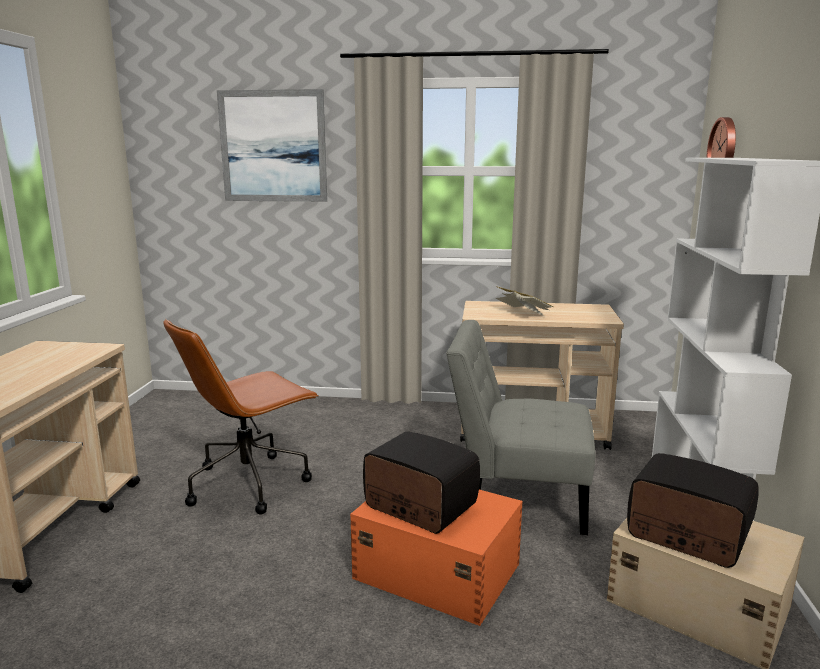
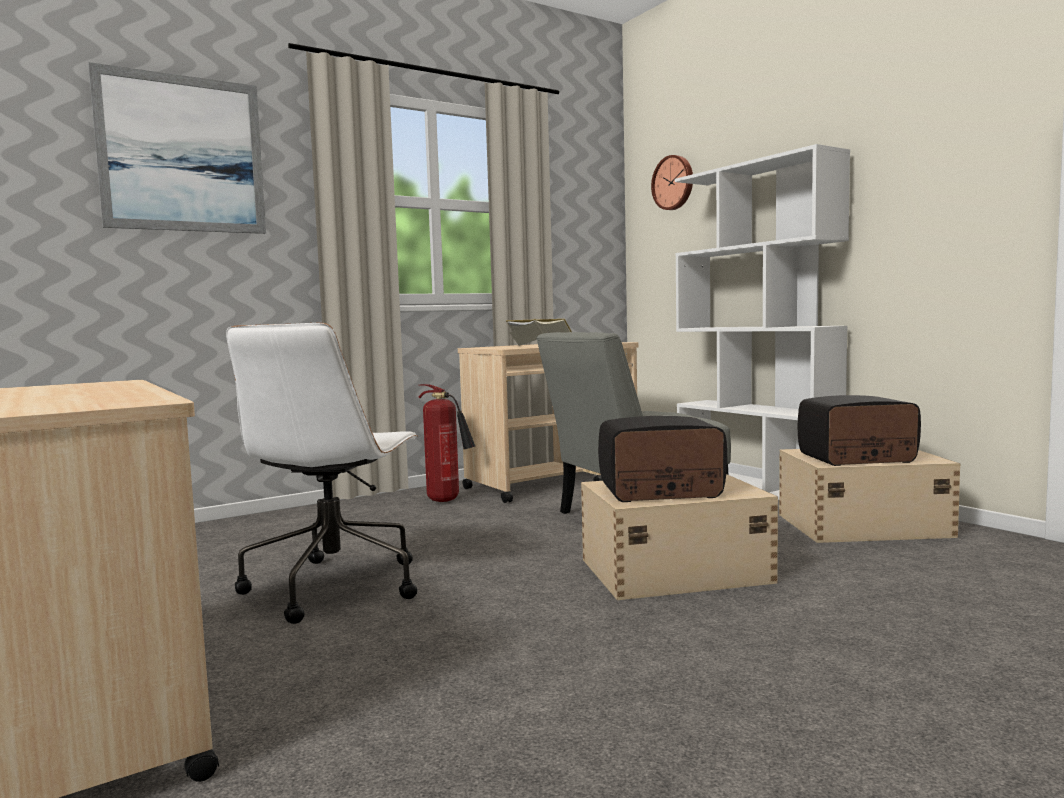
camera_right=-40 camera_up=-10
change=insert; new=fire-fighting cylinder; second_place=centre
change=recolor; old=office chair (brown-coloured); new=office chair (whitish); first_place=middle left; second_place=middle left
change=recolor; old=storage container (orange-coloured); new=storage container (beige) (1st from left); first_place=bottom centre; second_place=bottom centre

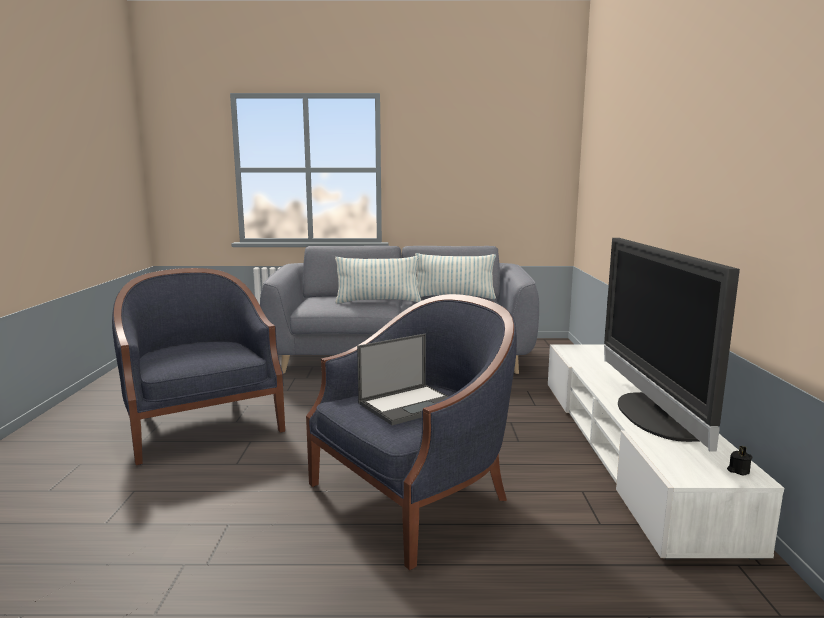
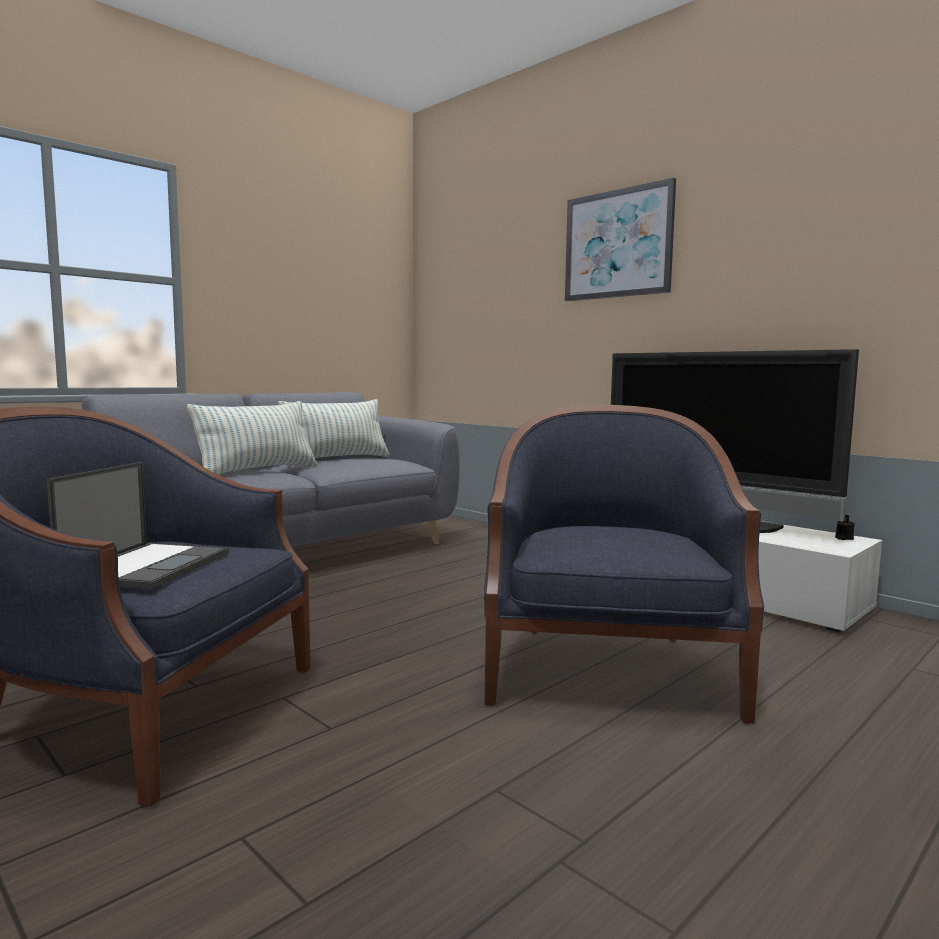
camera_right=-45 camera_up=-5
change=insert; new=wall picture; second_place=top centre
change=move; old=laptop; first_place=centre; second_place=middle left

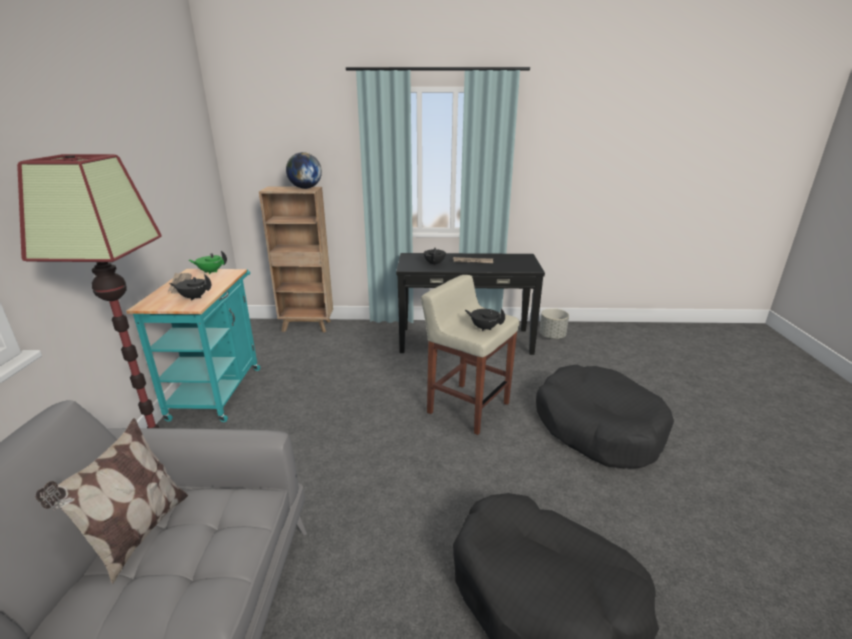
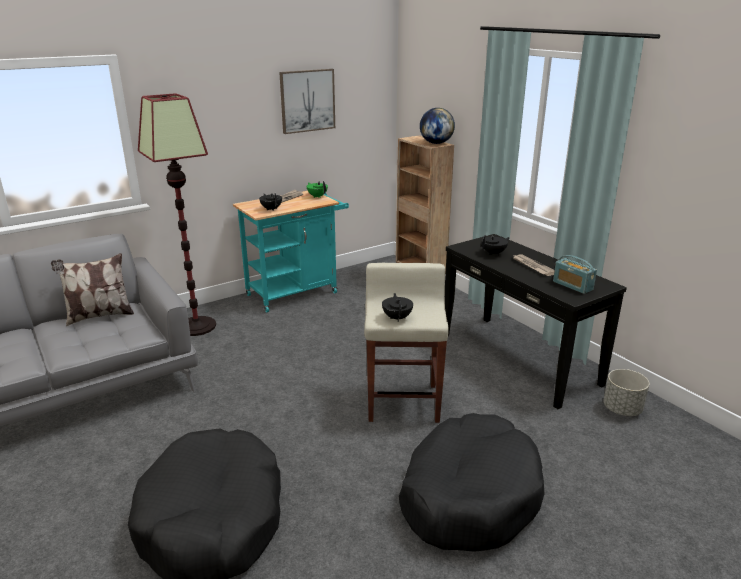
camera_right=55 camera_up=0
change=insert; new=wall picture; second_place=top centre
change=insert; new=radio receiver; second_place=middle right

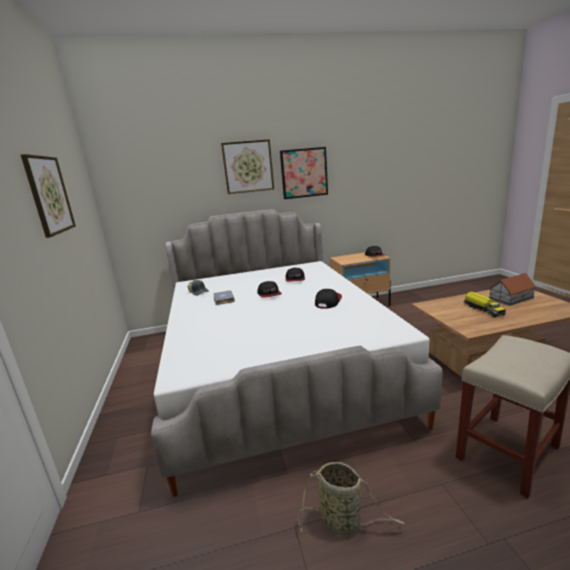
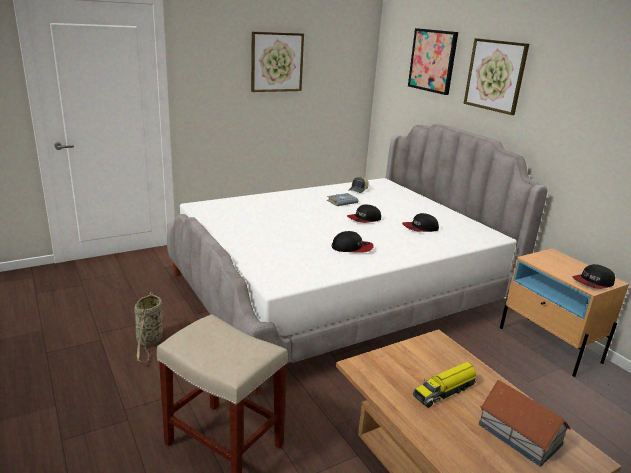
camera_right=70 camera_up=5
change=move; old=wall picture (3rd from left in the first image); new=wall picture (2nd from left); first_place=top centre; second_place=top right

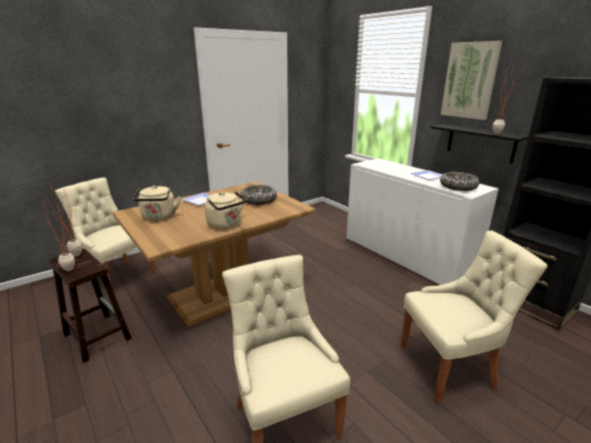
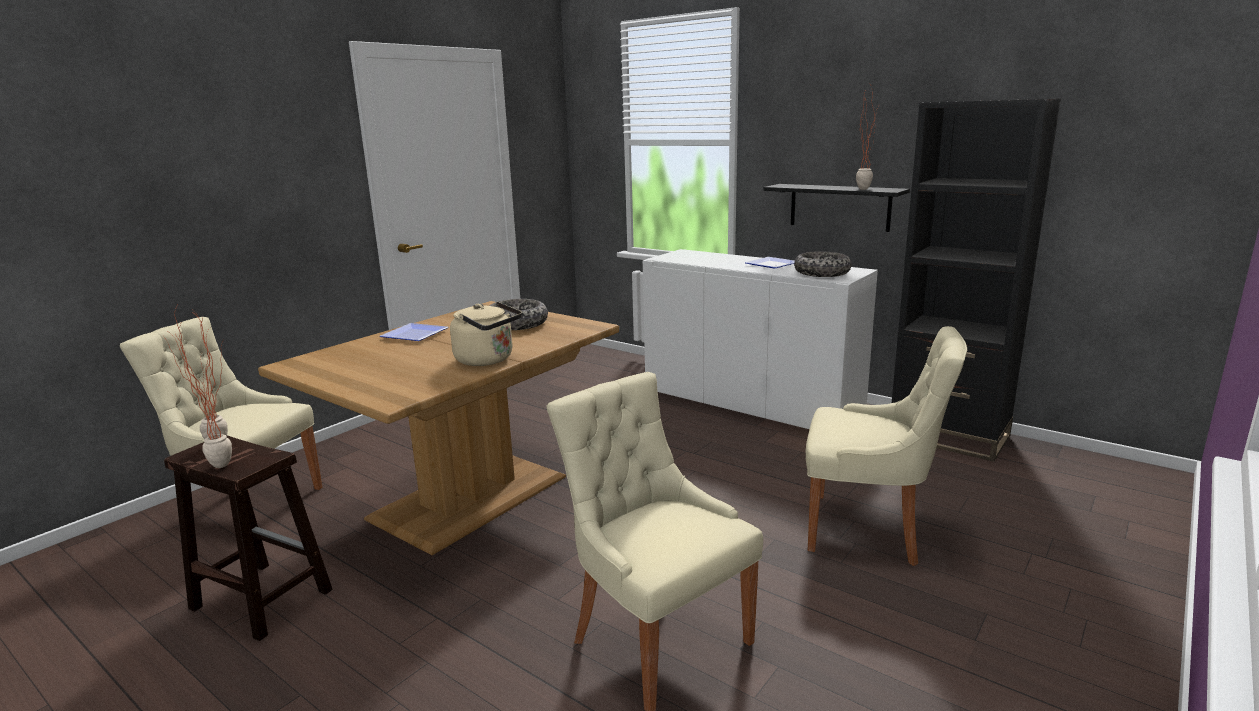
camera_right=-15 camera_up=-5
change=delete; old=water kettle (beige) (1st from left); first_place=middle left
change=delete; old=wall picture; first_place=top right
change=rotate; old=upright chair (beige) (3rd from left); first_place=bottom right; second_place=middle right; degrees=45

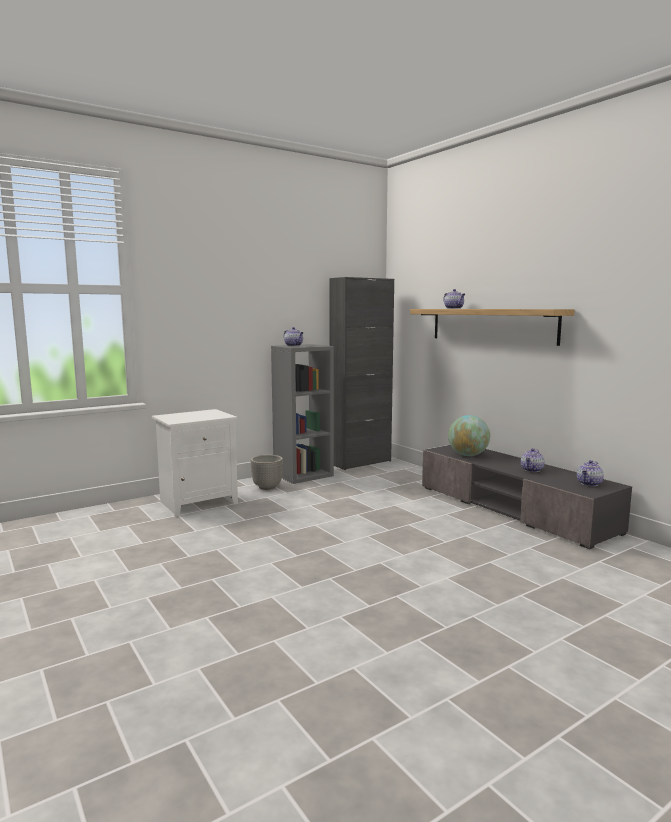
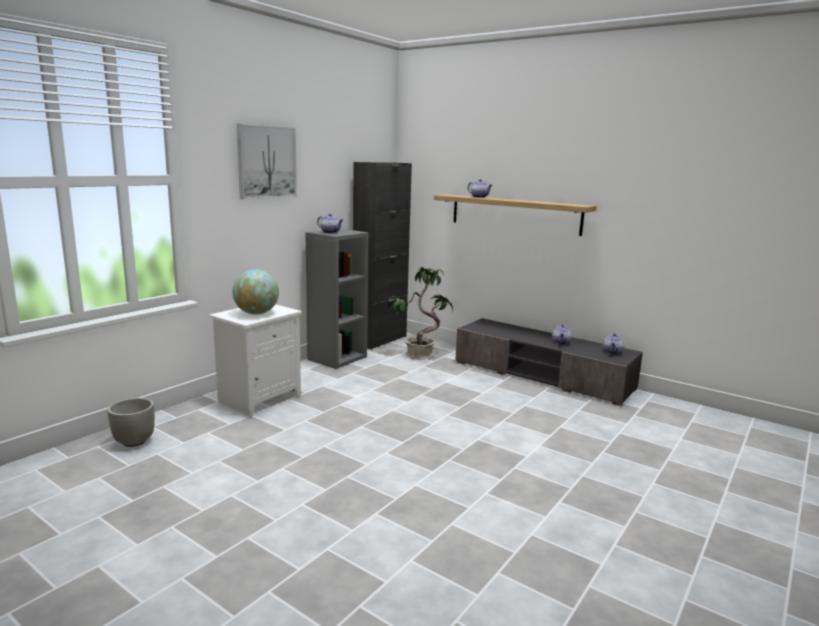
camera_right=-20 camera_up=5
change=insert; new=wall picture; second_place=top left
change=insert; new=houseplant; second_place=centre
change=move; old=planter; first_place=centre; second_place=bottom left
change=move; old=desk globe; first_place=middle right; second_place=middle left

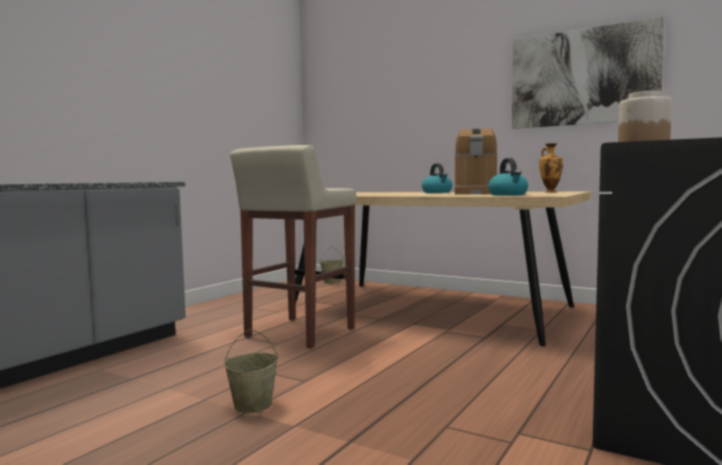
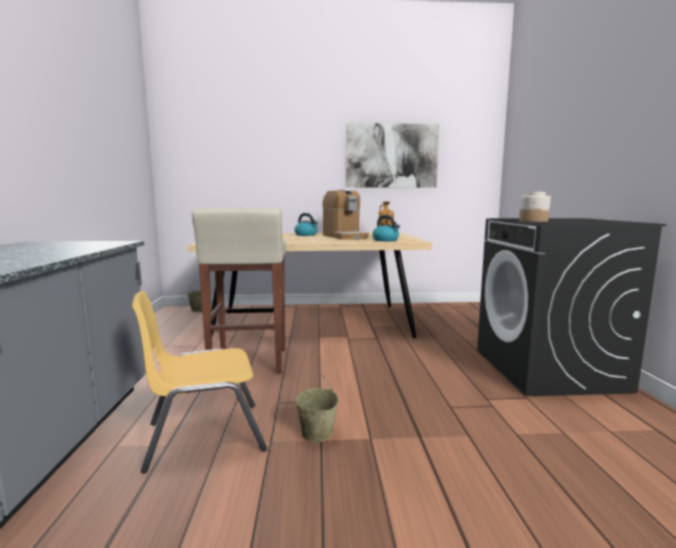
camera_right=-35 camera_up=5
change=insert; new=upright chair (yellowish); second_place=bottom left

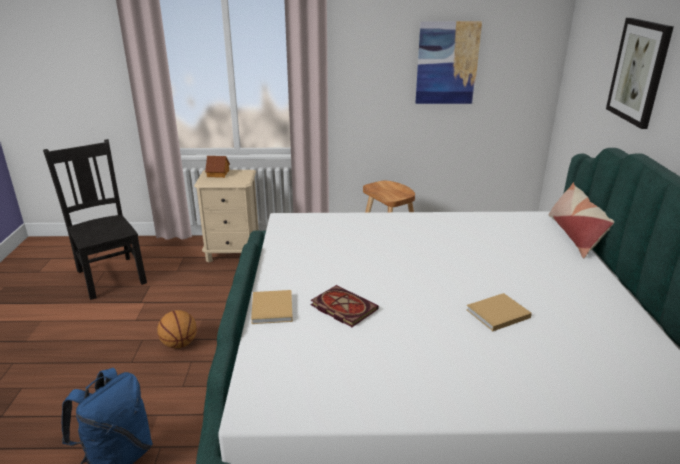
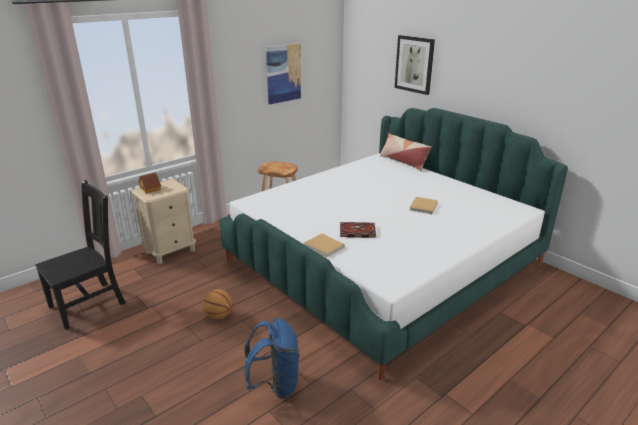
camera_right=-40 camera_up=0
change=rotate; old=upright chair (black-coloured); first_place=middle left; second_place=middle left; degrees=120

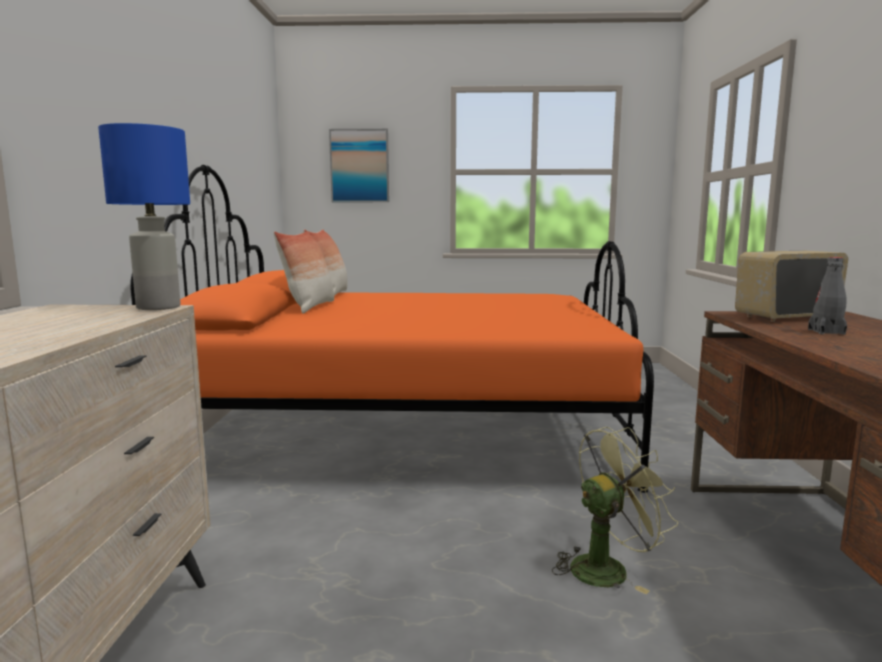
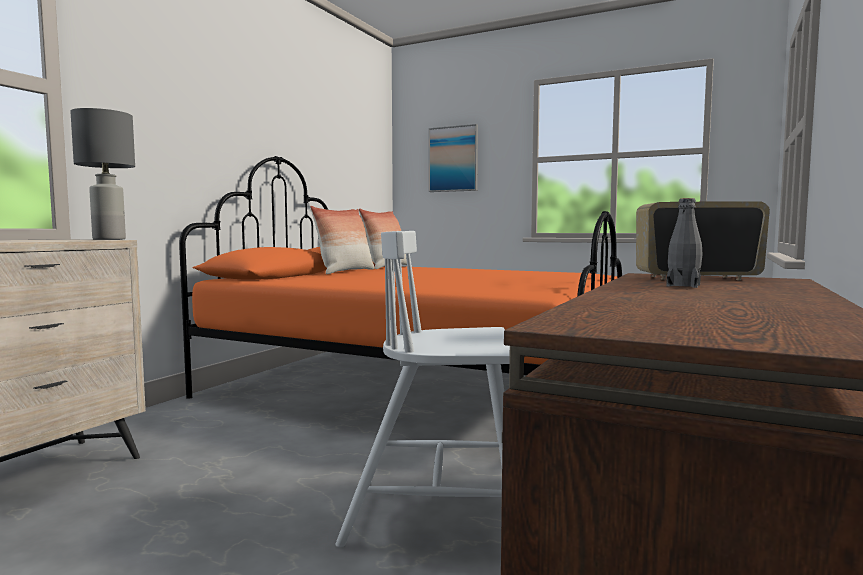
camera_right=25 camera_up=-5
change=replace; old=fan (green); new=upright chair (whitish); first_place=bottom right; second_place=bottom centre
change=recolor; old=tabletop lamp (blue); new=tabletop lamp (grey); first_place=top left; second_place=top left

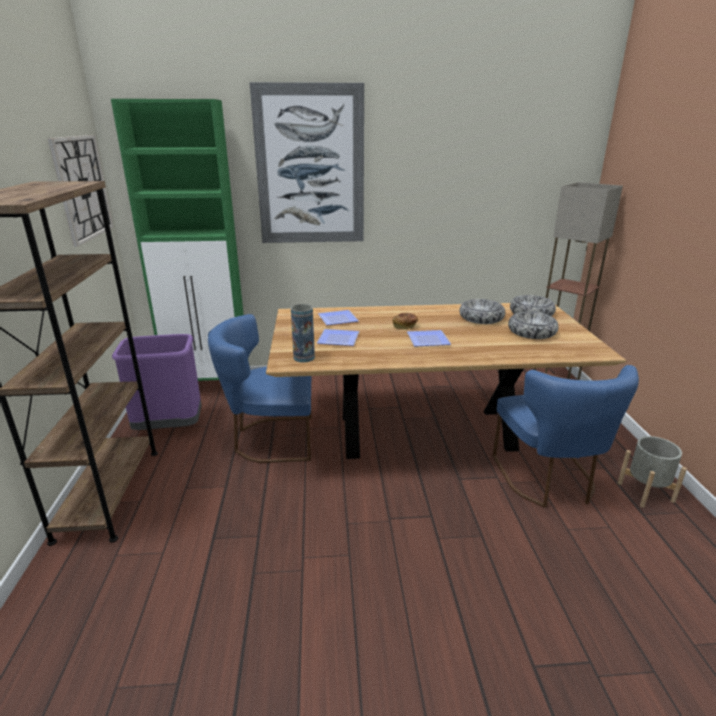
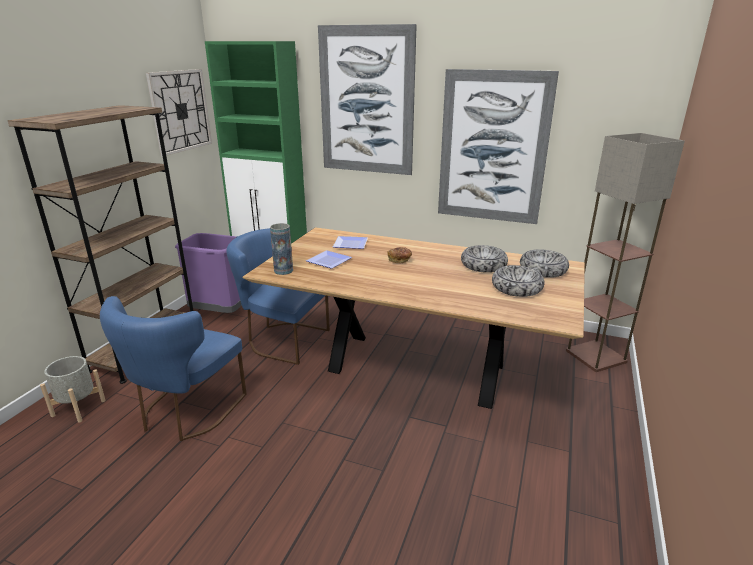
camera_right=25 camera_up=0
change=delete; old=flat dish (3rd from left); first_place=centre
change=insert; new=wall picture (2nd from left); second_place=top centre
change=move; old=upright chair (blue) (2nd from left in the first image); new=upright chair (blue) (1st from left); first_place=middle right; second_place=middle left
change=move; old=planter (grey); first_place=middle right; second_place=bottom left

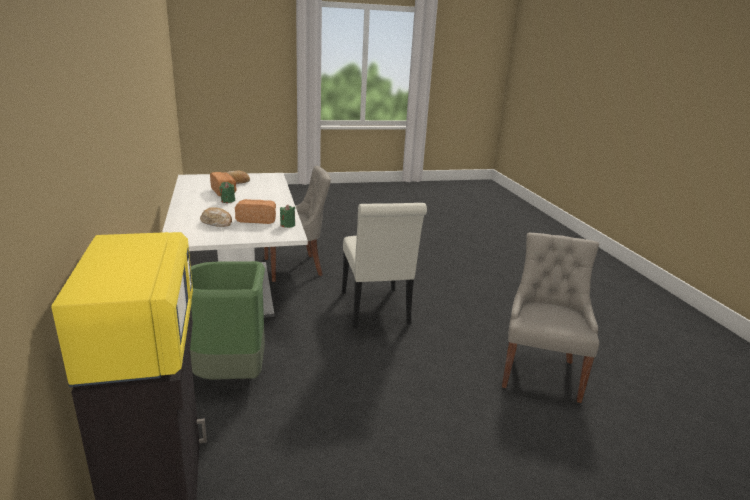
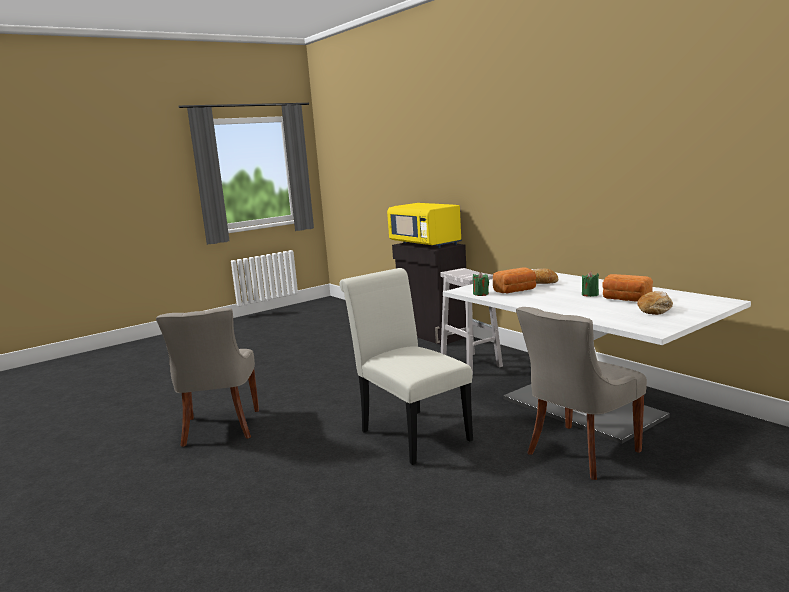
camera_right=160 camera_up=-10
change=replace; old=trash can (green); new=sitting stool (whitish); first_place=middle left; second_place=centre

